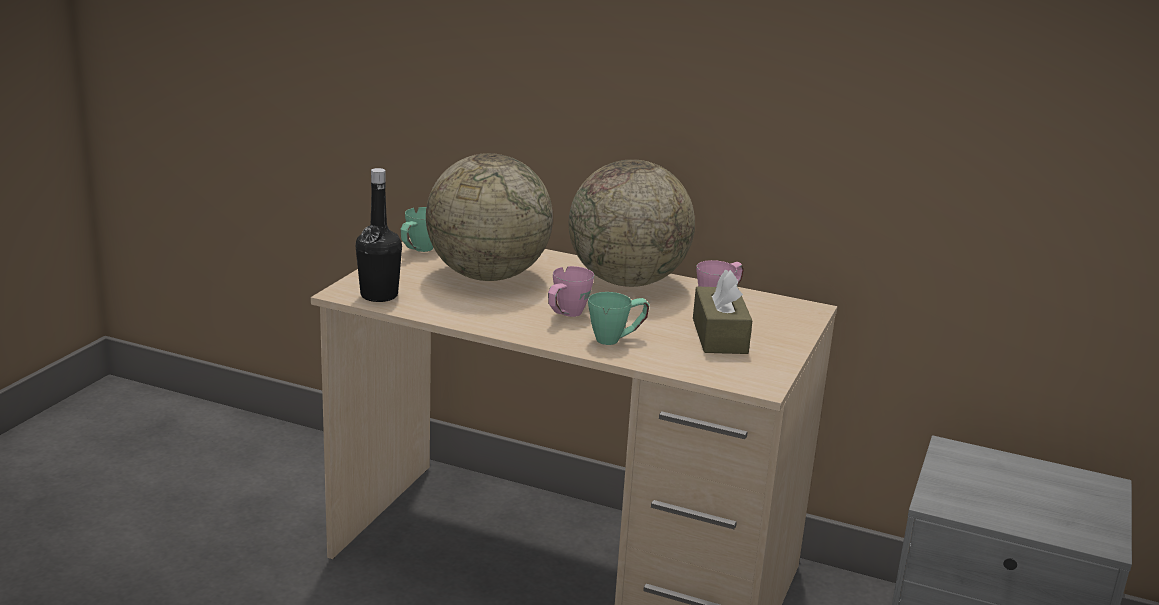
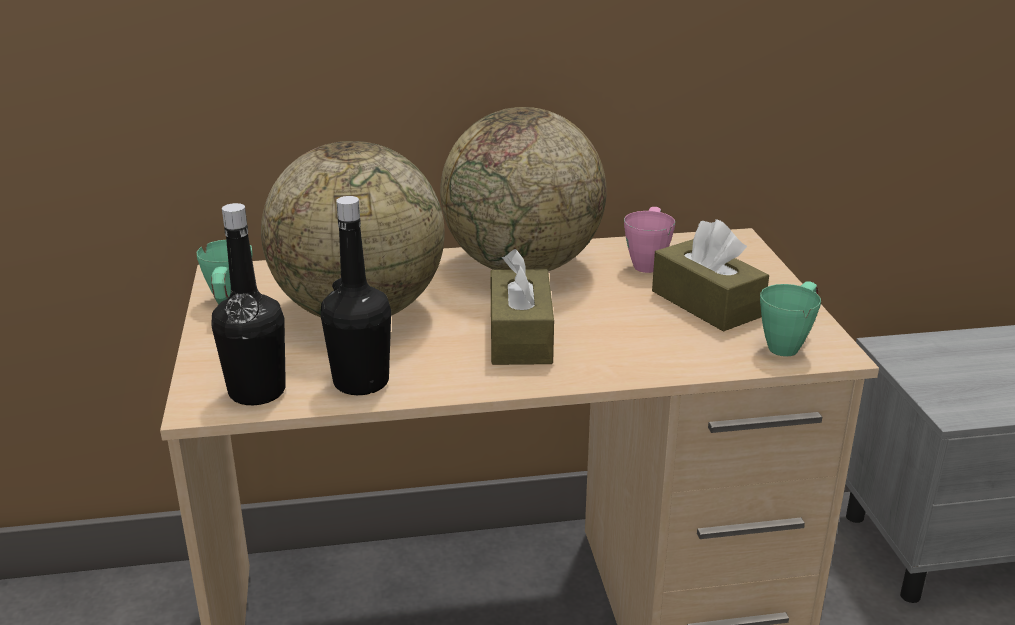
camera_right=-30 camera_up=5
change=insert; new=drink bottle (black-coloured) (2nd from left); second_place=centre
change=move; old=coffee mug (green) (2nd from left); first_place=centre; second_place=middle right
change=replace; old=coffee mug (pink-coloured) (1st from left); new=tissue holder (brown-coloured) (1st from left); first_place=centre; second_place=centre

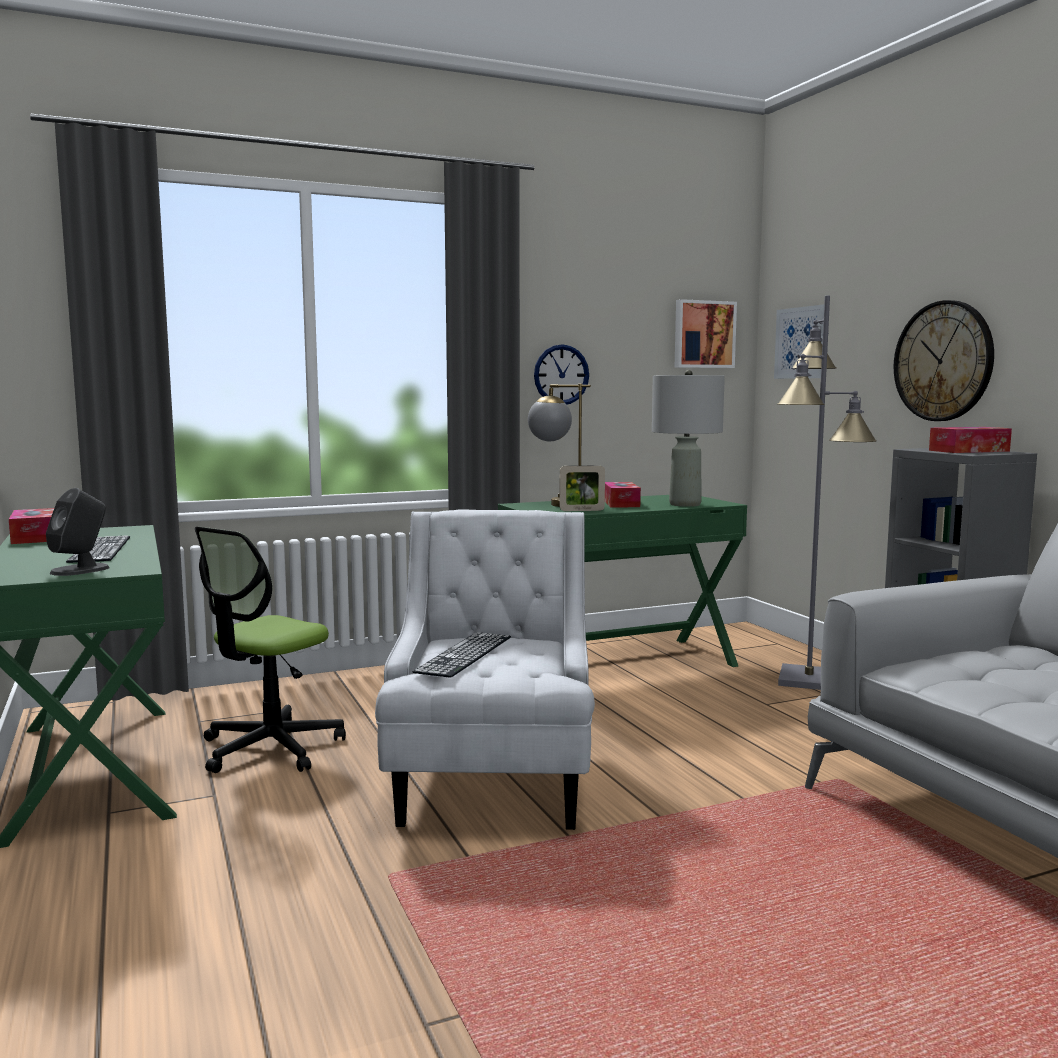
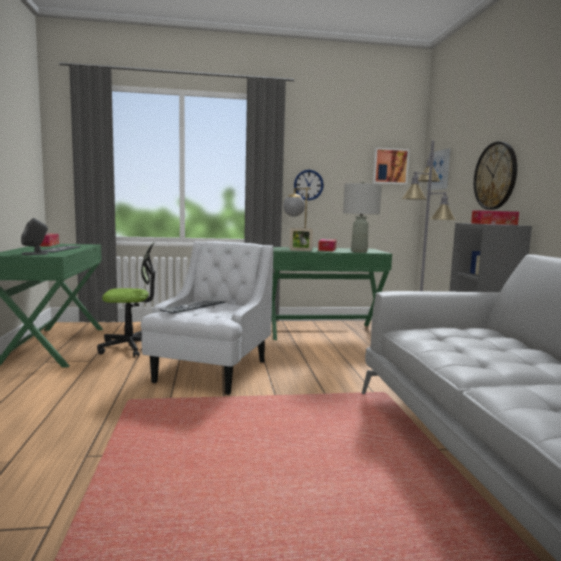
camera_right=15 camera_up=0
change=rotate; old=office chair; first_place=middle left; second_place=middle left; degrees=-150

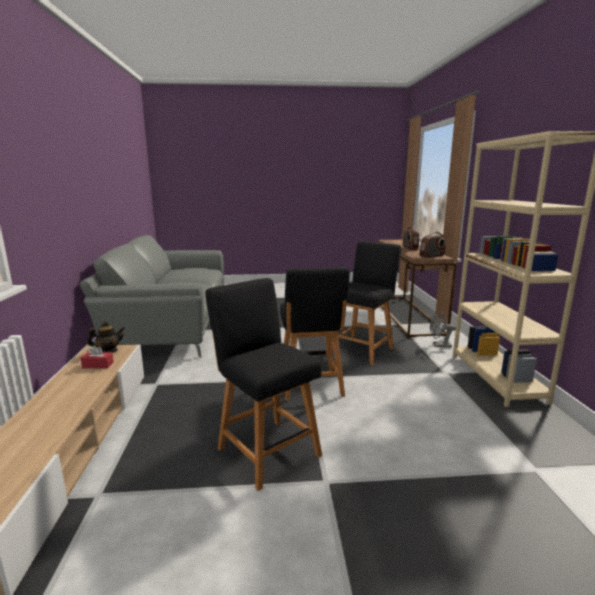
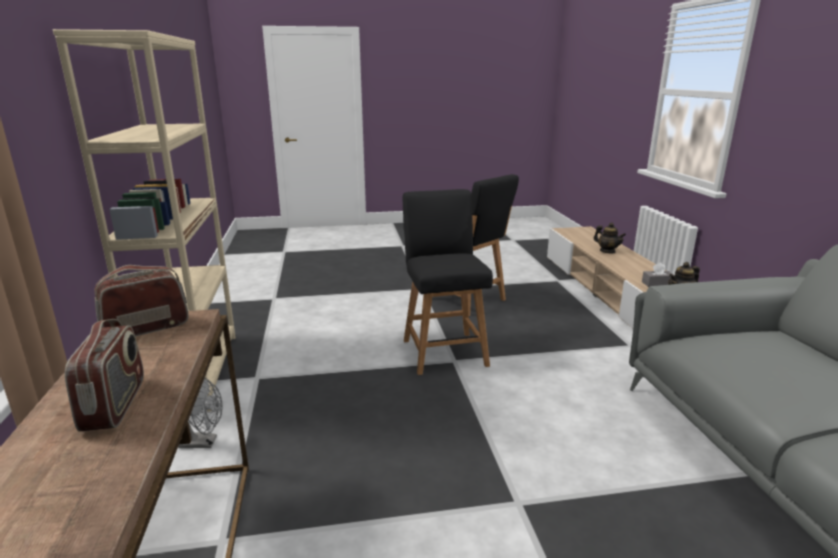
camera_right=175 camera_up=5
change=delete; old=sitting stool (black-coloured) (3rd from left); first_place=centre
change=insert; new=tea pot (1st from left); second_place=middle right
change=recolor; old=tissue holder (red-coloured); new=tissue holder (grey); first_place=middle left; second_place=middle right

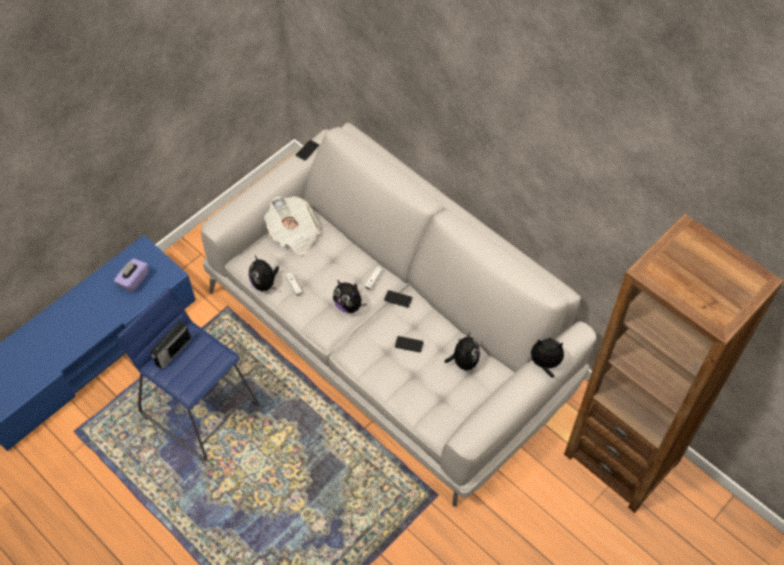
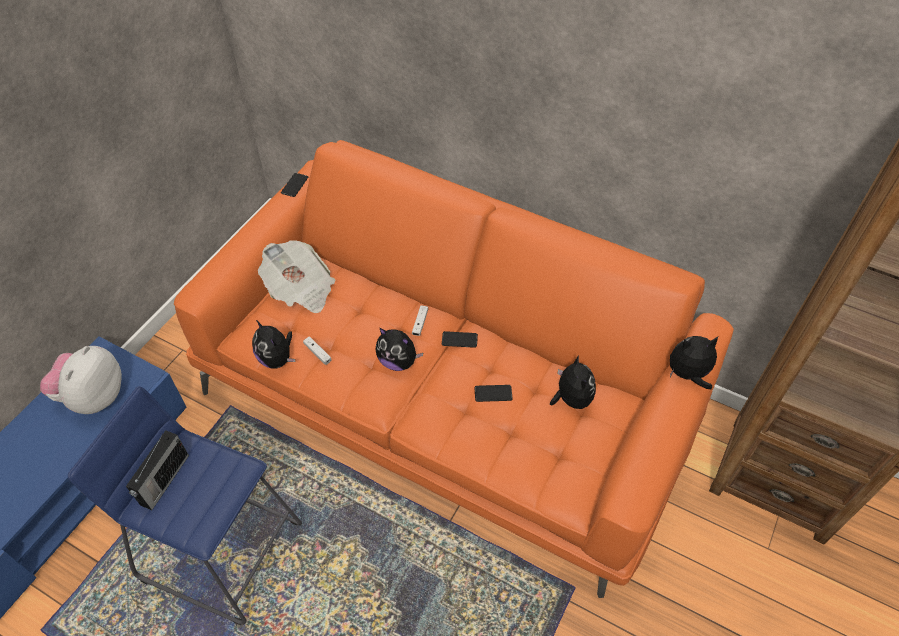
camera_right=-15 camera_up=-5
change=replace; old=tissue holder (purple-coloured); new=soft toy (1st from left); first_place=middle left; second_place=middle left
change=recolor; old=settee (grey); new=settee (orange-coloured); first_place=centre; second_place=centre

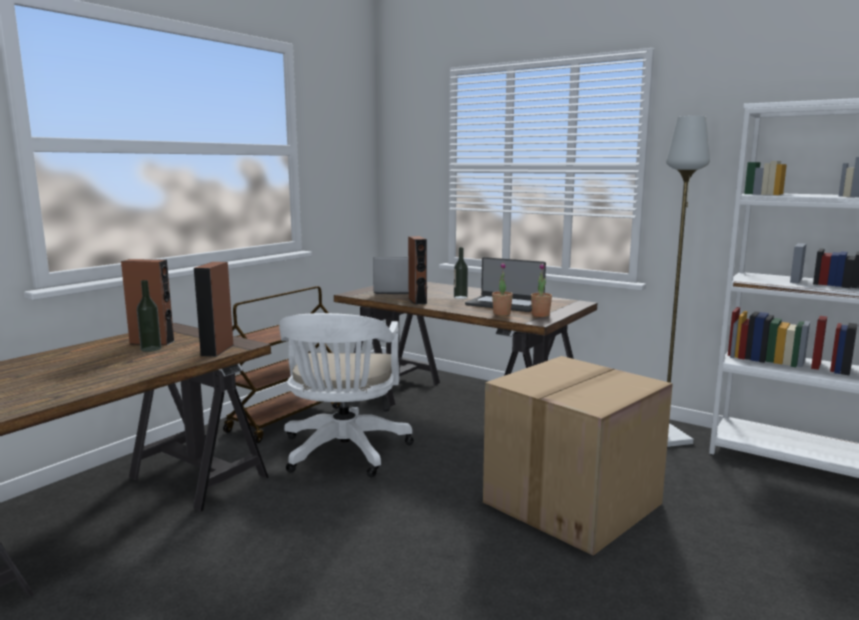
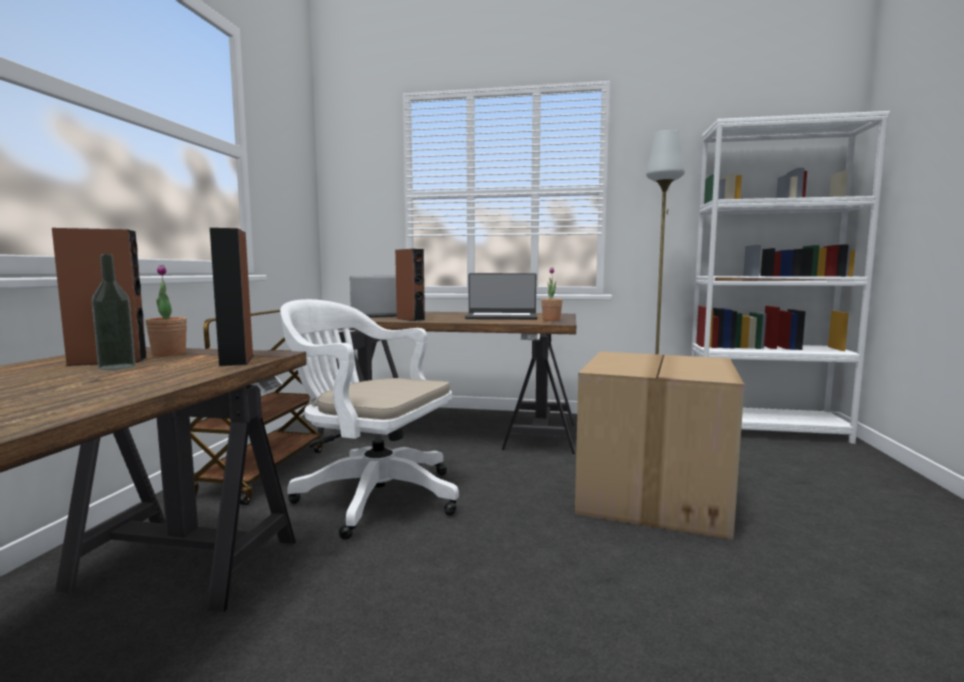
camera_right=-25 camera_up=-5
change=delete; old=drink bottle (2nd from left); first_place=centre
change=move; old=houseplant (1st from left); first_place=centre; second_place=middle left
change=rotate; old=office chair (whitish); first_place=centre; second_place=centre; degrees=135

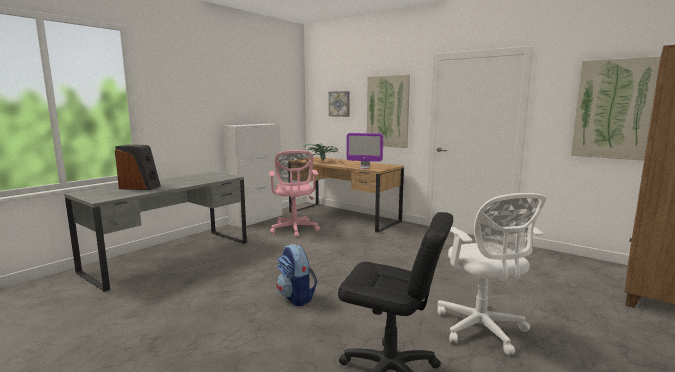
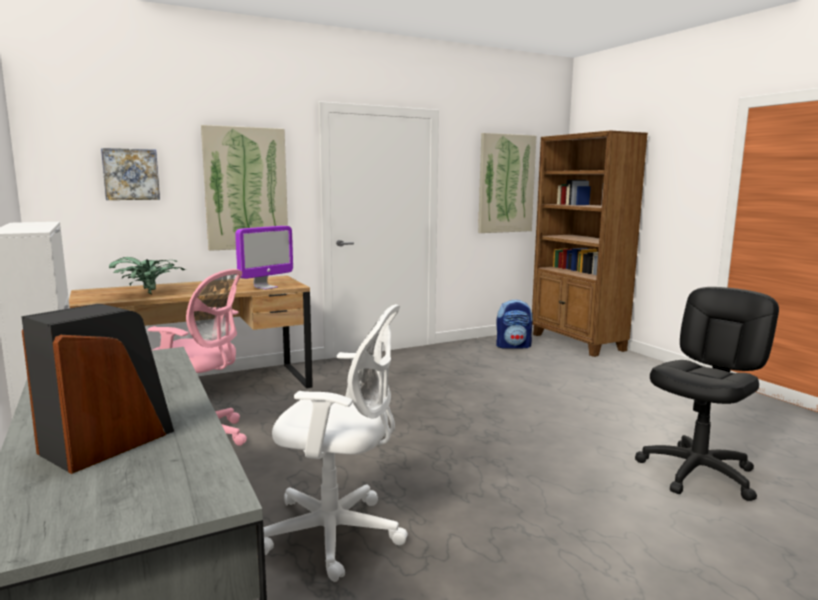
camera_right=-65 camera_up=0
change=move; old=backpack; first_place=bottom centre; second_place=centre
change=move; old=office chair (whitish); first_place=bottom right; second_place=bottom centre

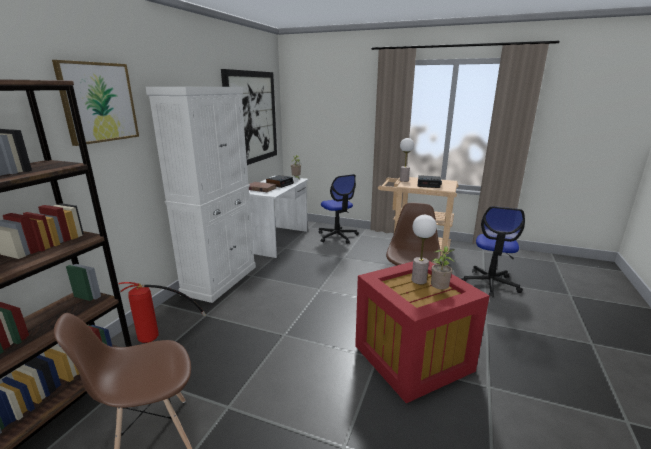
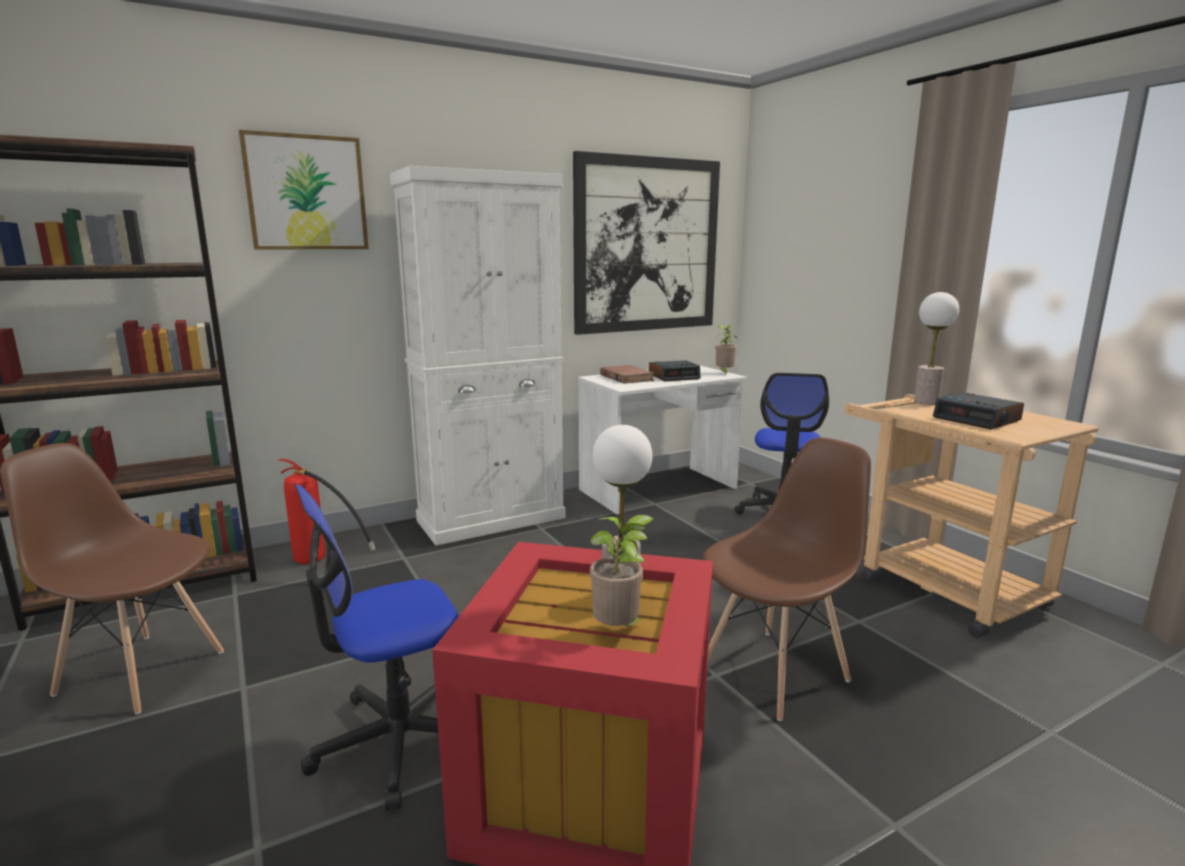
camera_right=40 camera_up=-5
change=move; old=office chair (2nd from left in the first image); new=office chair (1st from left); first_place=middle right; second_place=bottom left

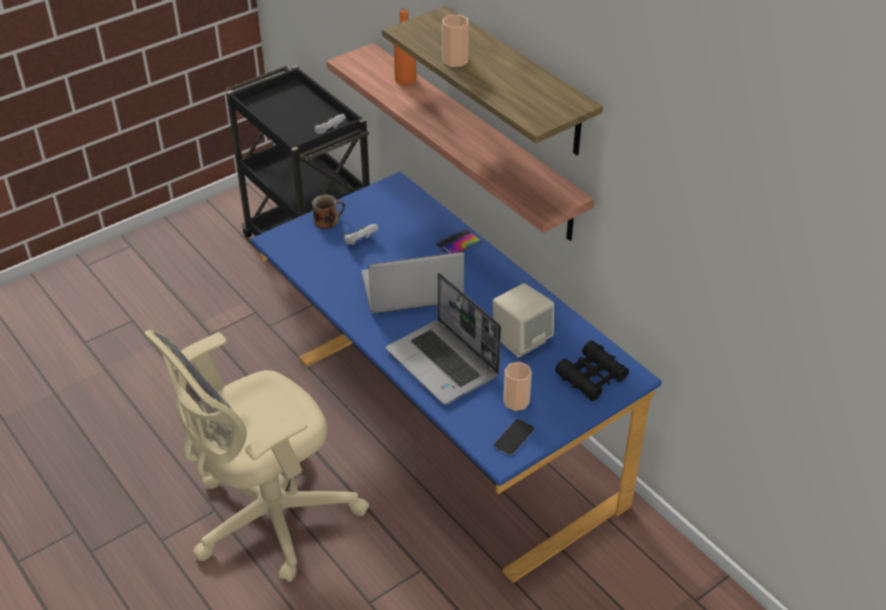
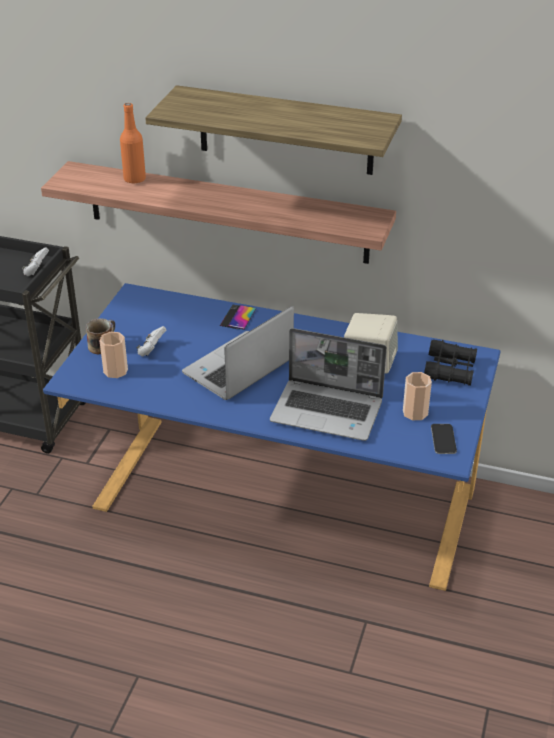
camera_right=-35 camera_up=-5
change=delete; old=office chair (beige); first_place=bottom left
change=move; old=small cup (1st from left); first_place=top centre; second_place=middle left

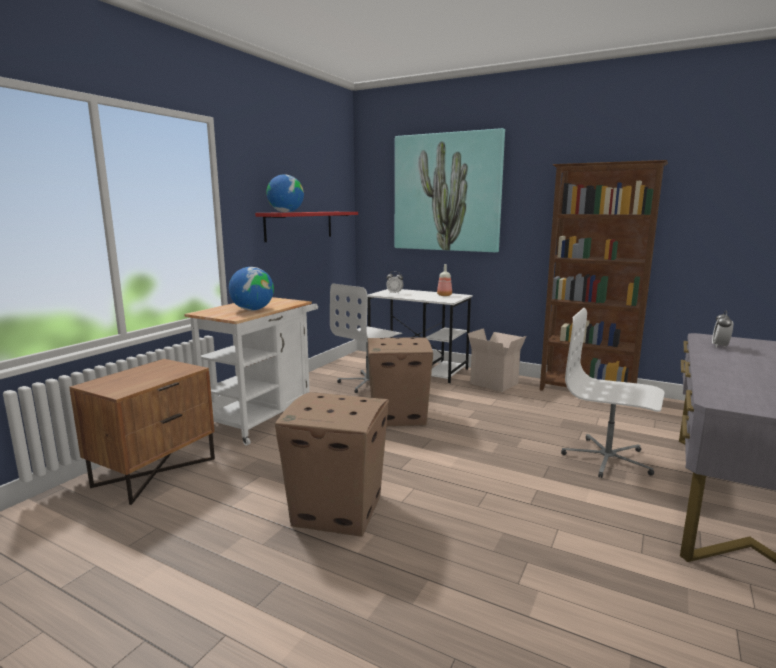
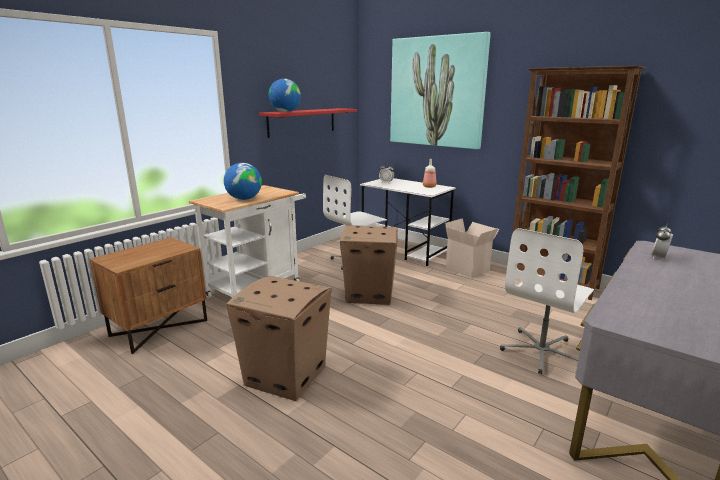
camera_right=10 camera_up=5
change=rotate; old=office chair (whitish) (2nd from left); first_place=middle right; second_place=middle right; degrees=-90

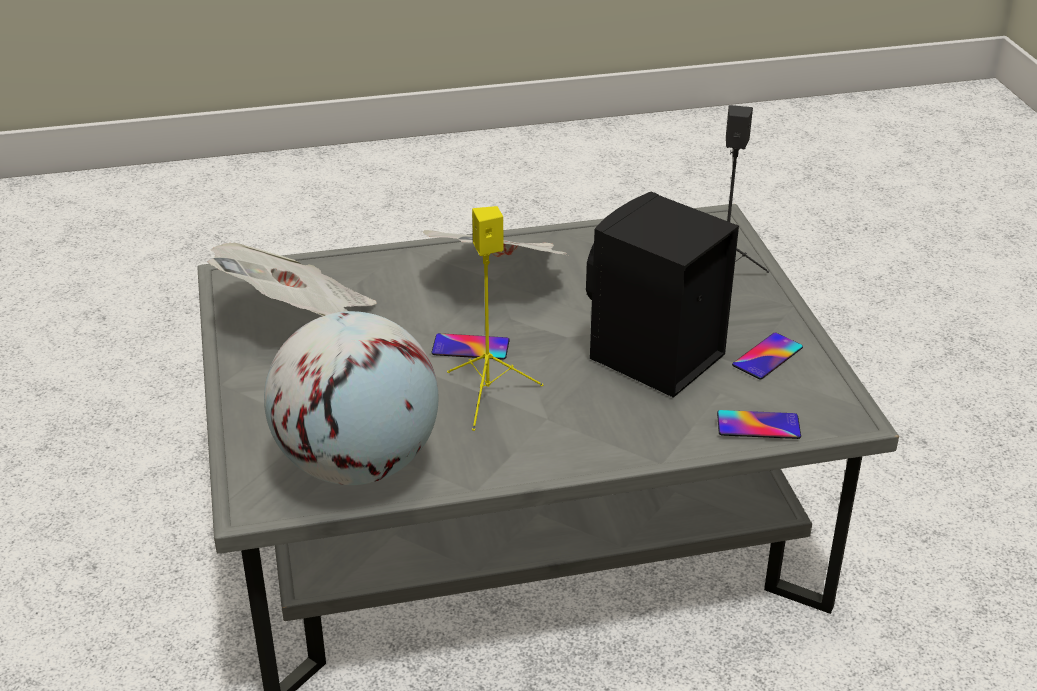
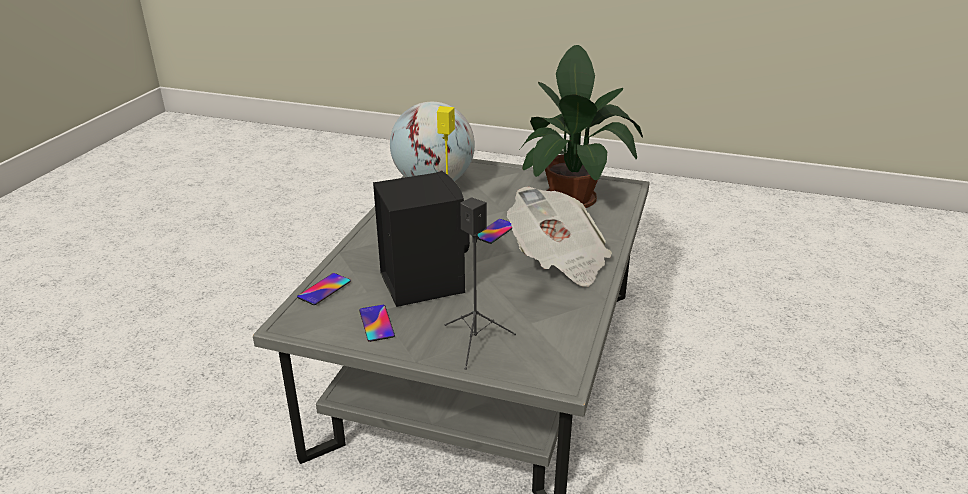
camera_right=120 camera_up=-5
change=replace; old=daily paper (1st from left); new=houseplant; first_place=middle left; second_place=top centre

